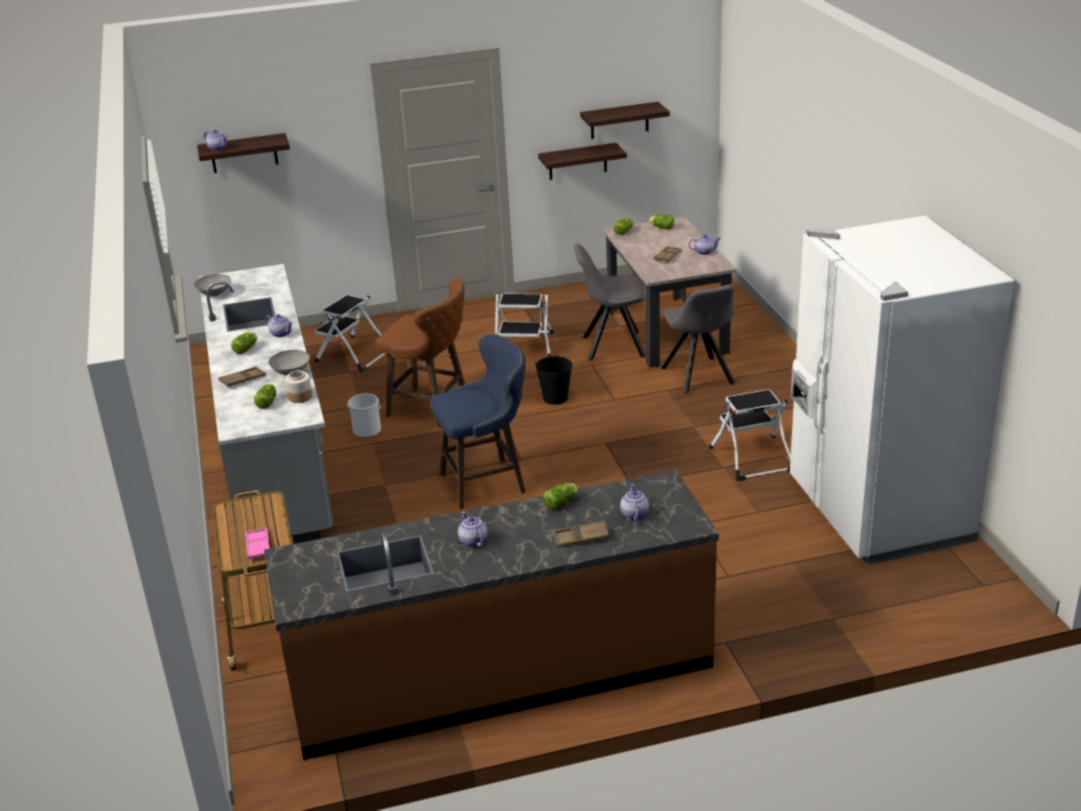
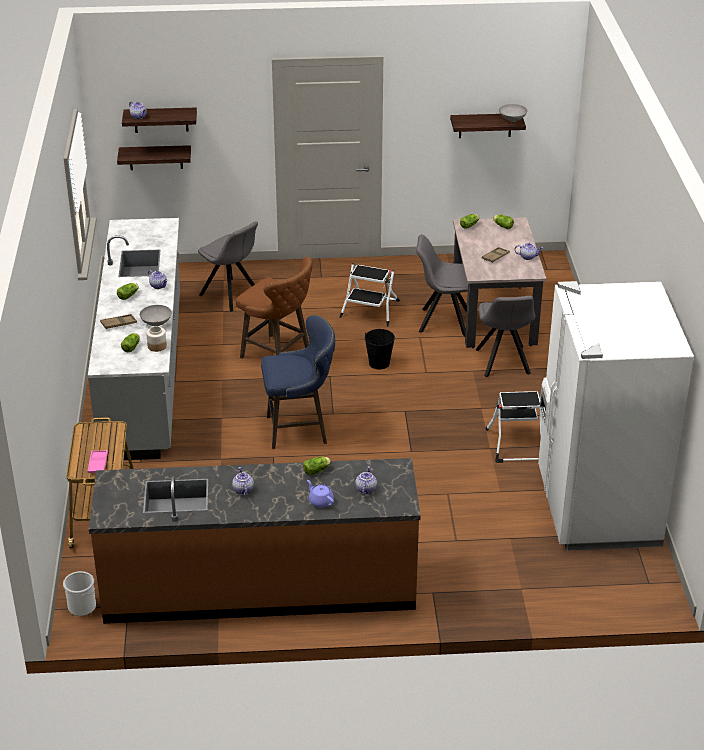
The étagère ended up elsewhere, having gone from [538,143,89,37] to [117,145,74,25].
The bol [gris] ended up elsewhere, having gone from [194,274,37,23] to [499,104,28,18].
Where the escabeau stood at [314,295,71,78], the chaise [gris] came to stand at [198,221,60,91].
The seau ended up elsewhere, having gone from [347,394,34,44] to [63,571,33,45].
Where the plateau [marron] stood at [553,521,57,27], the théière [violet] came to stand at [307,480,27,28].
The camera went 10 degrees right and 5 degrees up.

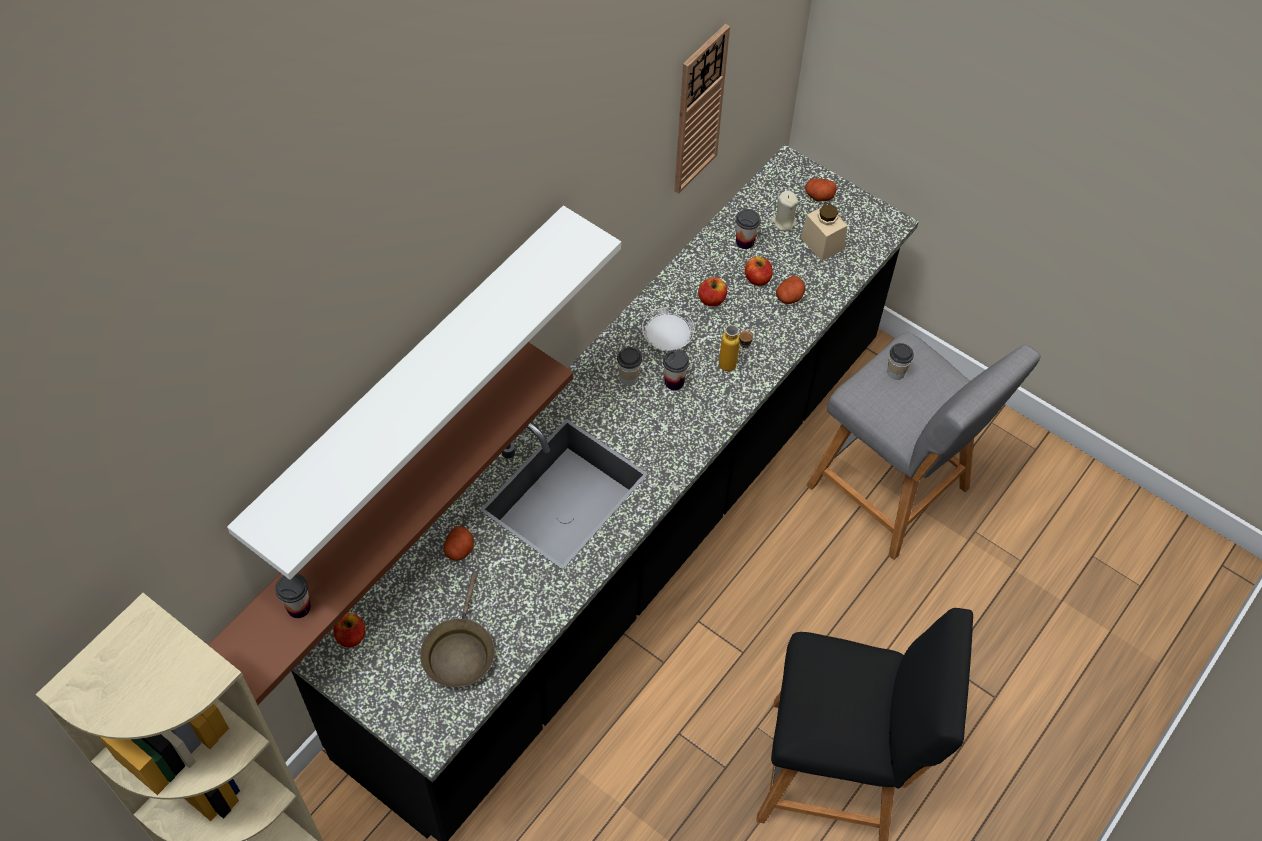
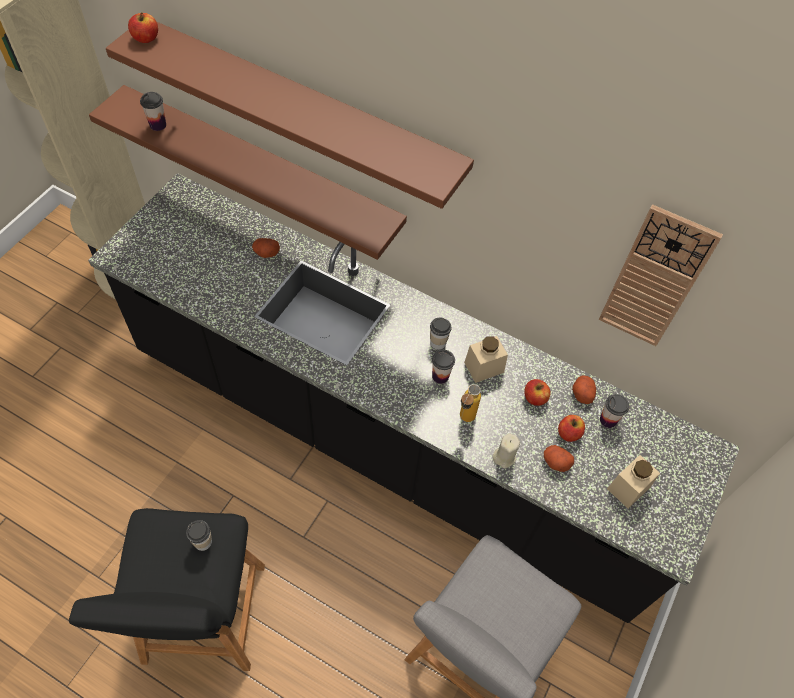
The pomme de terre ended up elsewhere, having gone from [805,178,32,23] to [572,375,24,29].
The bougie [beige] ended up elsewhere, having gone from [771,190,27,41] to [493,433,27,36].
What was the étagère [blanc] at [227,206,394,374] turned into the étagère [marron] at [106,21,368,188].
Where the assiette [blanc] stood at [642,307,53,44], the bocal [beige] came to stand at [464,336,44,47].
The tasse ended up elsewhere, having gone from [887,343,27,37] to [186,520,26,31].
The second view lost the poêle [marron] at [420,573,75,114].
The pomme ended up elsewhere, having gone from [333,613,32,34] to [128,12,30,31].
The camera went 80 degrees right and 0 degrees up.

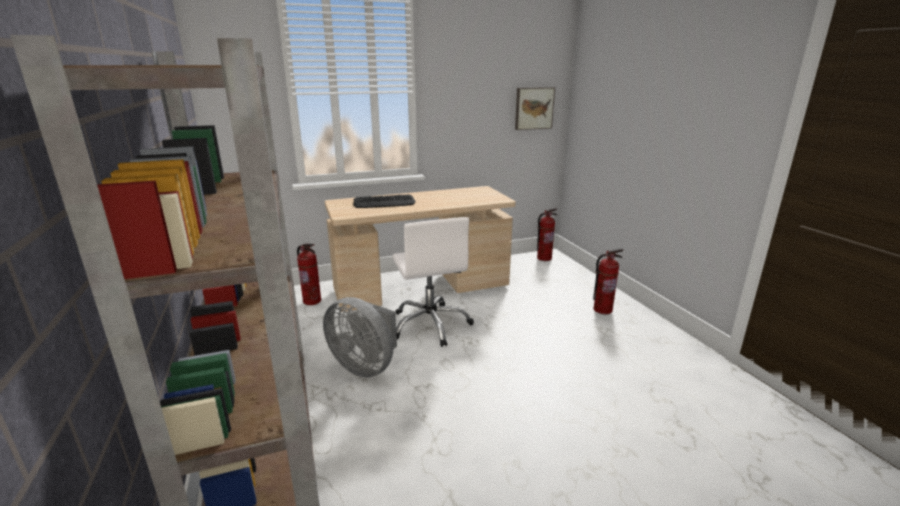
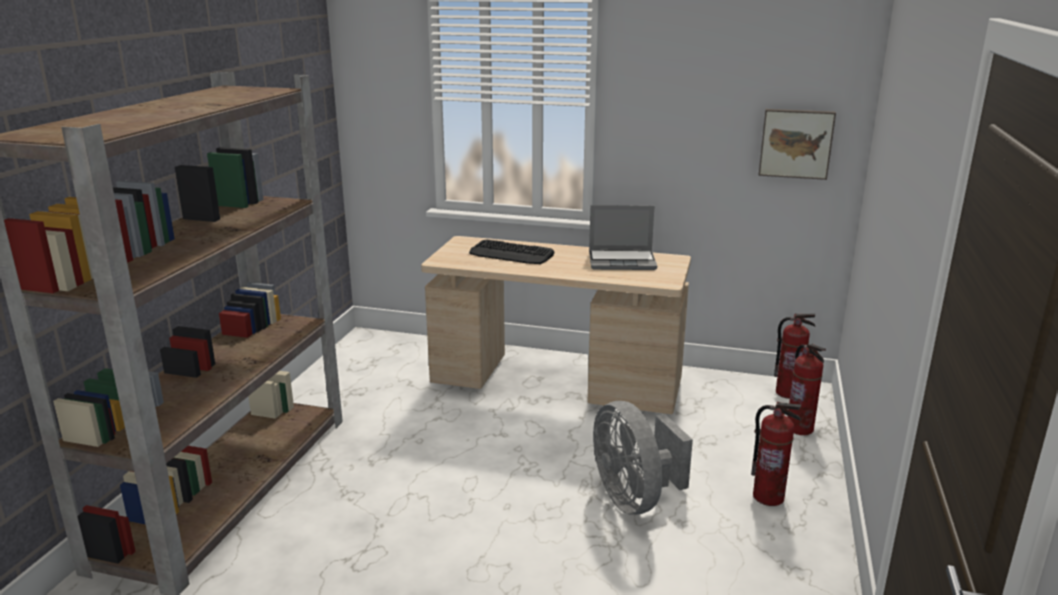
The second view lost the chaise de bureau [blanc] at [392,217,82,130].
The extincteur ended up elsewhere, having gone from [297,243,24,62] to [787,344,39,91].
The ventilateur [gris] ended up elsewhere, having gone from [323,297,74,81] to [593,401,100,114].
The second view gained the ordinateur portable at [589,205,68,65].
The camera went 35 degrees right and 0 degrees up.

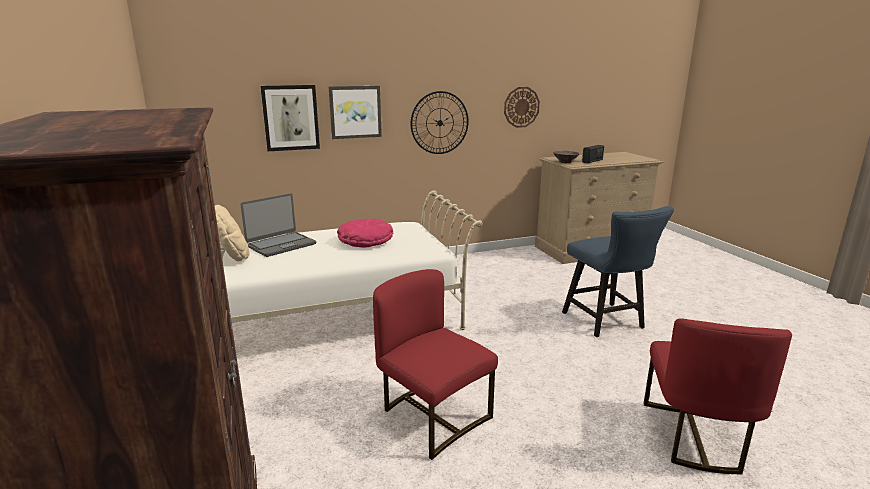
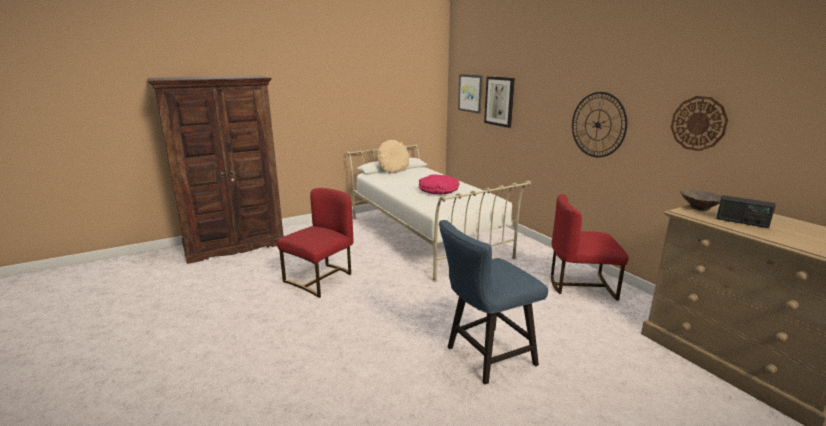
The tableau ended up elsewhere, having gone from [329,86,53,53] to [458,74,25,40].
The second view lost the ordinateur portable at [241,193,75,64].
The chaise [rouge] ended up elsewhere, having gone from [643,318,149,156] to [551,194,78,107].
The camera went 80 degrees right and 0 degrees up.

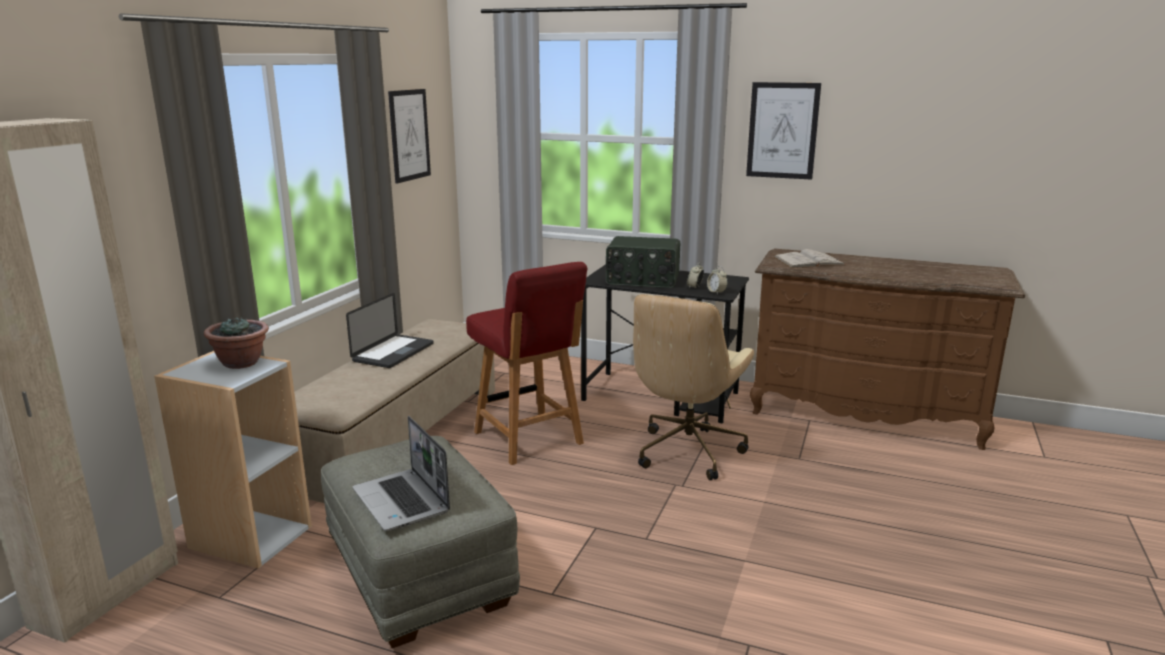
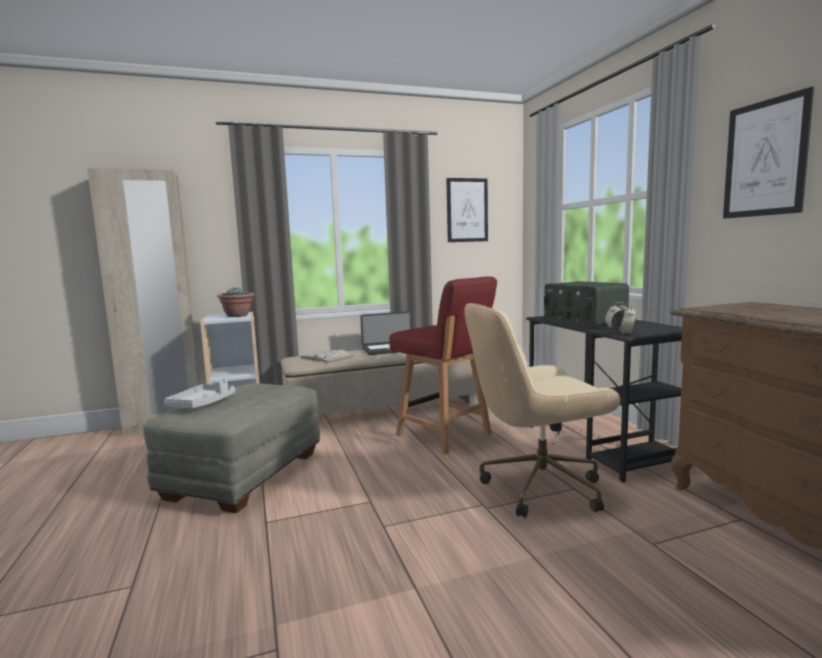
The livre [blanc] ended up elsewhere, having gone from [774,249,72,19] to [300,349,54,14].
The chaise [rouge] at [466,262,121,203] ended up facing another way, 60 degrees counterclockwise from before.
Where the ordinateur portable stood at [352,416,98,115], the plateau [gris] came to stand at [164,379,71,29].
The camera went 50 degrees right and 10 degrees down.

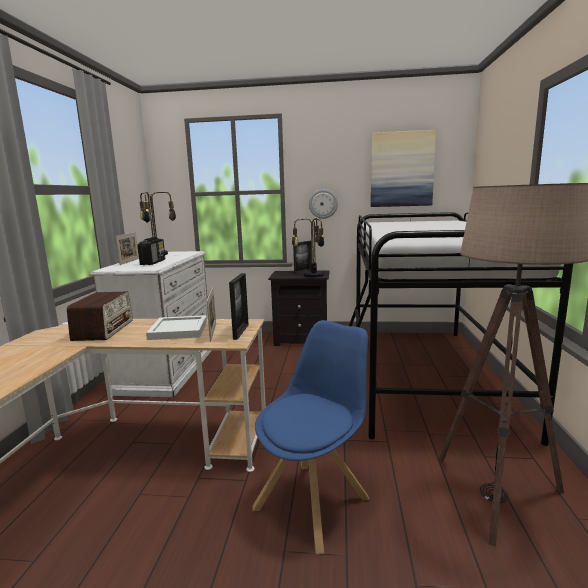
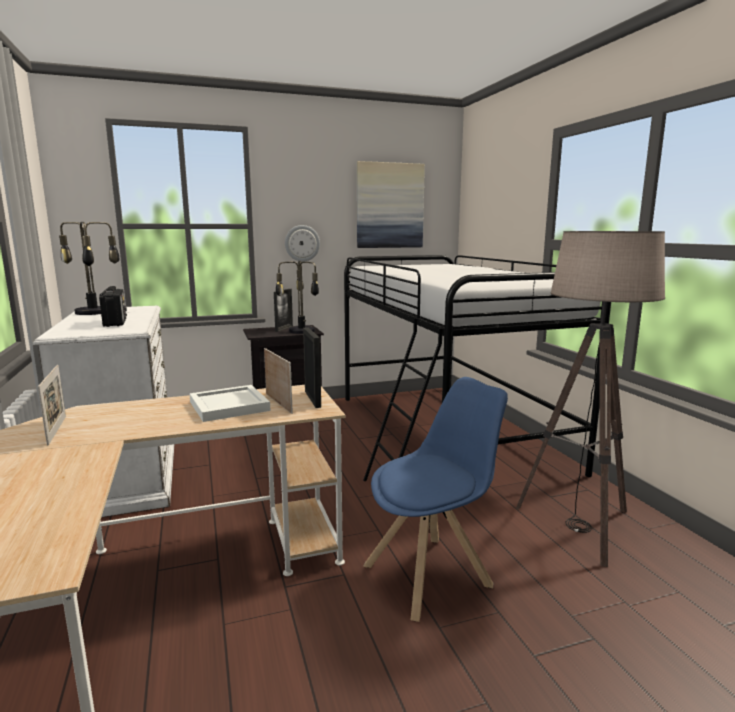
The cadre photo ended up elsewhere, having gone from [116,232,23,33] to [38,365,28,81].
The second view lost the radio at [67,292,66,49].
The chaise [bleu] at [252,320,117,234] ended up facing another way, 45 degrees clockwise from before.
The camera went 25 degrees left and 0 degrees up.

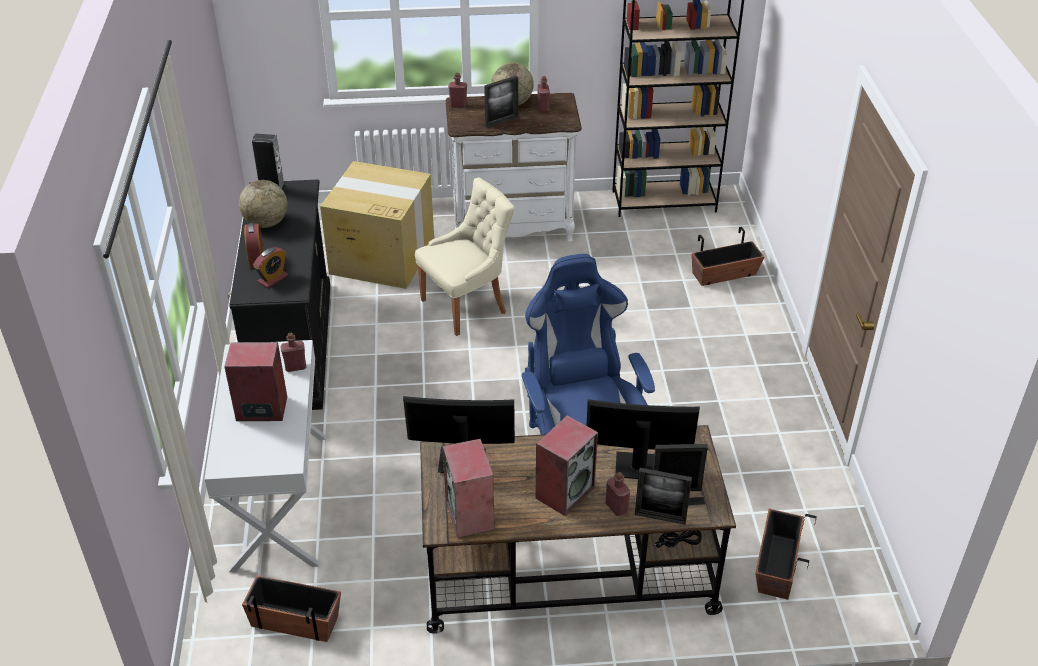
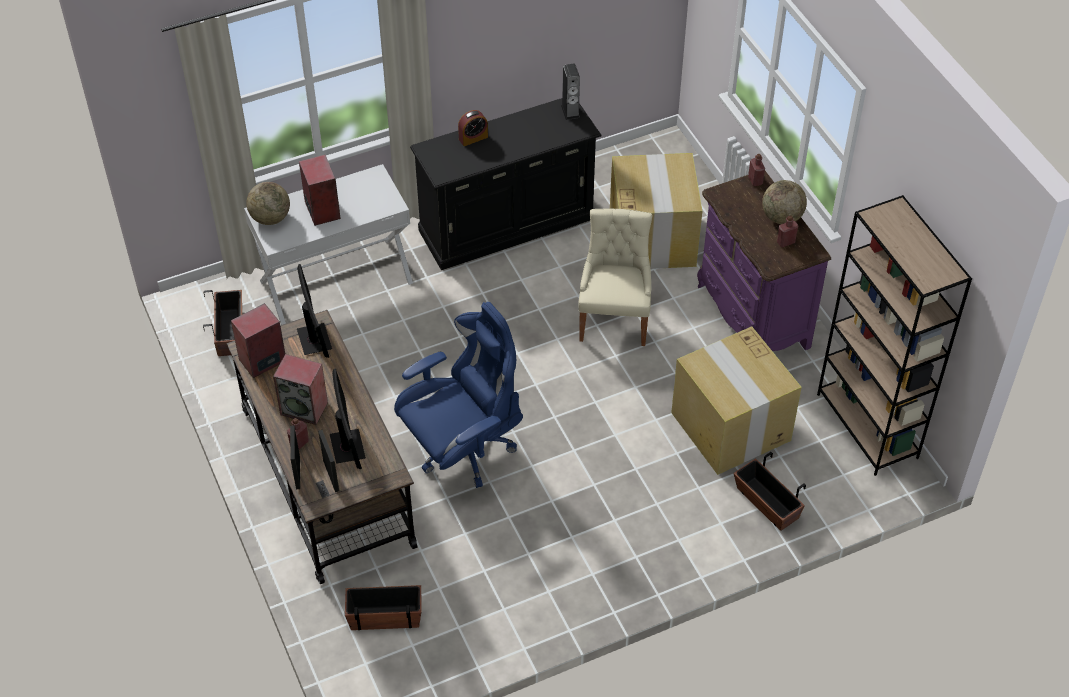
The second view lost the cadre photo at [484,76,34,52].
What was the commode [blanc] at [446,92,136,150] turned into the commode [violet] at [697,171,134,180].
The chaise [beige] at [415,177,99,159] ended up facing another way, 120 degrees counterclockwise from before.
The globe ended up elsewhere, having gone from [239,180,49,48] to [246,182,44,43].
The second view lost the réveil at [253,247,35,41].
The second view lost the bouteille [rouge] at [280,333,26,39].
The second view gained the carton at [671,326,131,149].
The camera went 70 degrees right and 10 degrees up.

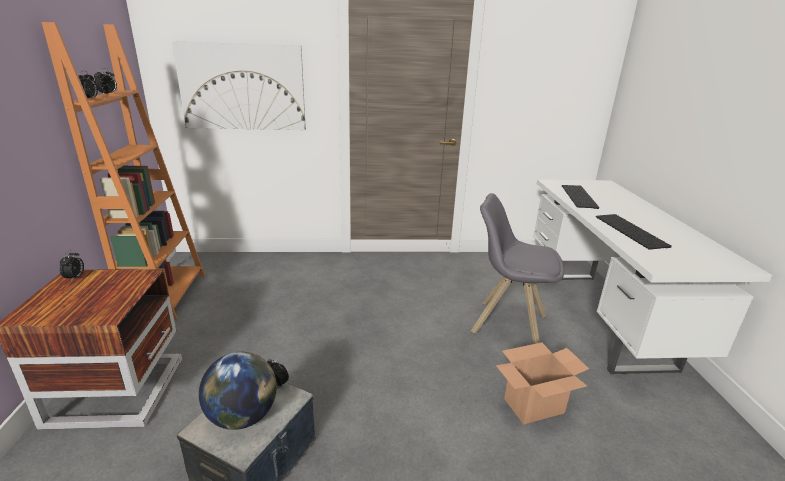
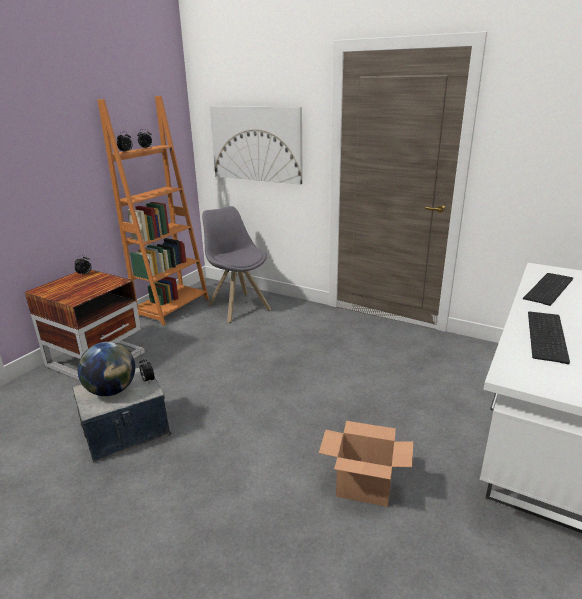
The chaise [gris] ended up elsewhere, having gone from [471,193,93,151] to [202,206,69,117].
The camera went 35 degrees right and 0 degrees up.

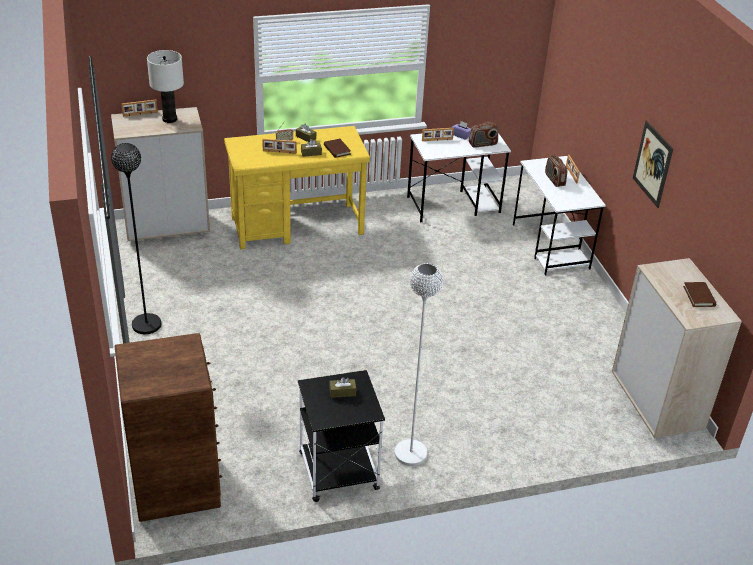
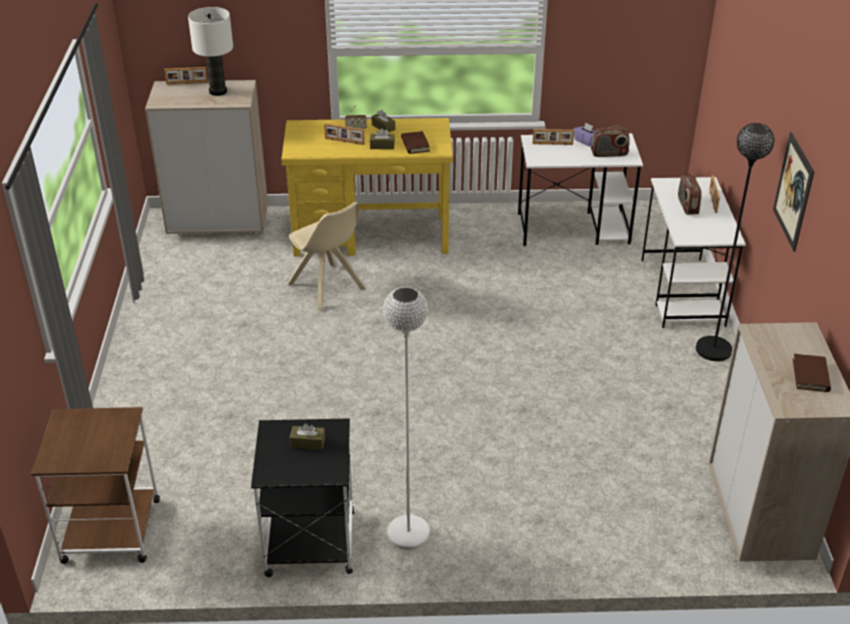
The lampadaire [noir] ended up elsewhere, having gone from [111,143,50,191] to [696,123,78,238].
Where the commode [marron] stood at [115,333,107,189], the chariot [marron] came to stand at [31,407,129,157].
The second view gained the chaise [beige] at [288,202,78,109].
The camera went 15 degrees right and 0 degrees up.

